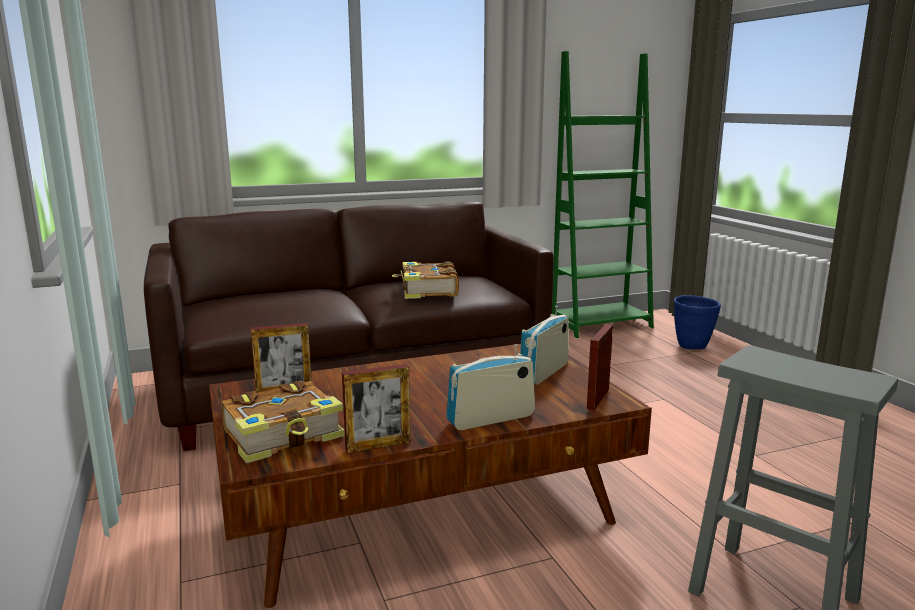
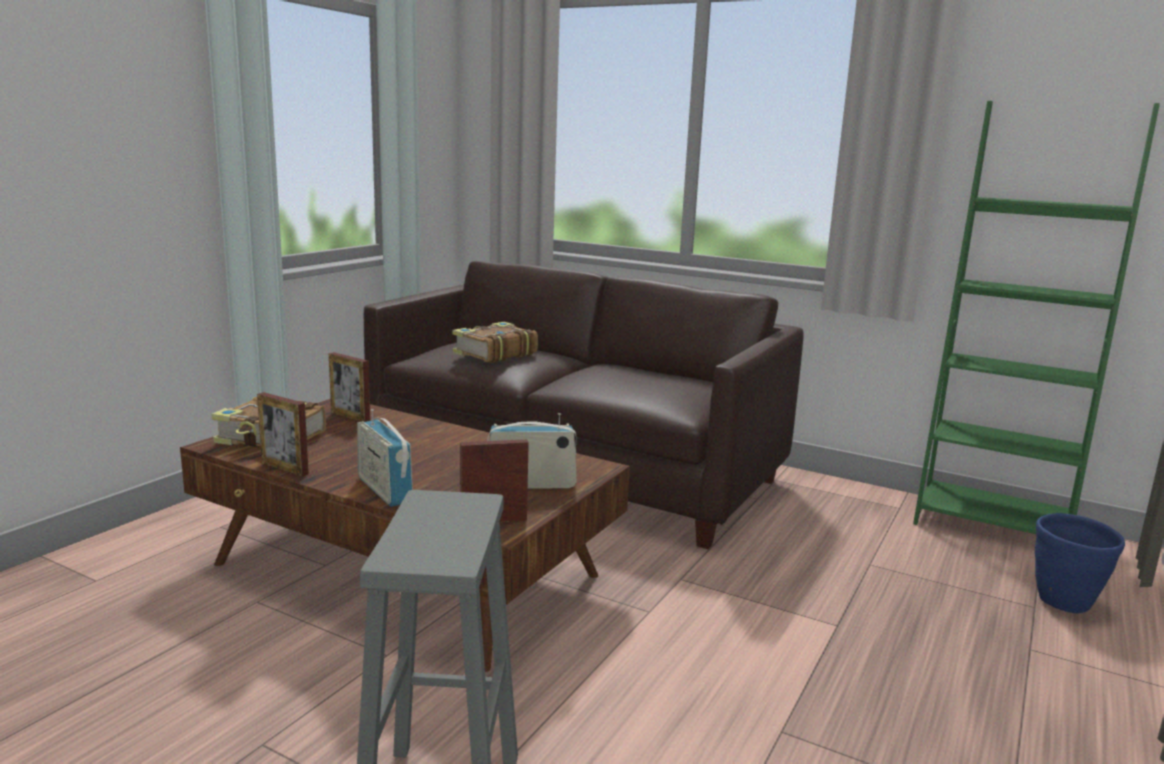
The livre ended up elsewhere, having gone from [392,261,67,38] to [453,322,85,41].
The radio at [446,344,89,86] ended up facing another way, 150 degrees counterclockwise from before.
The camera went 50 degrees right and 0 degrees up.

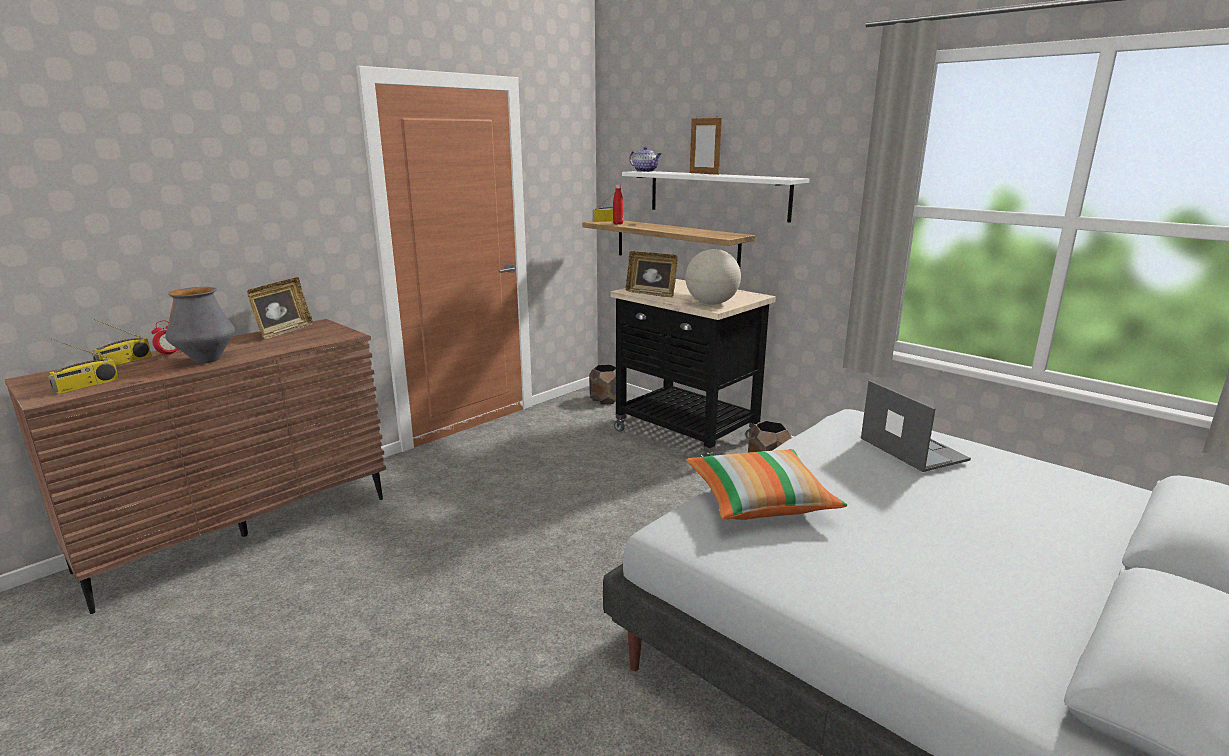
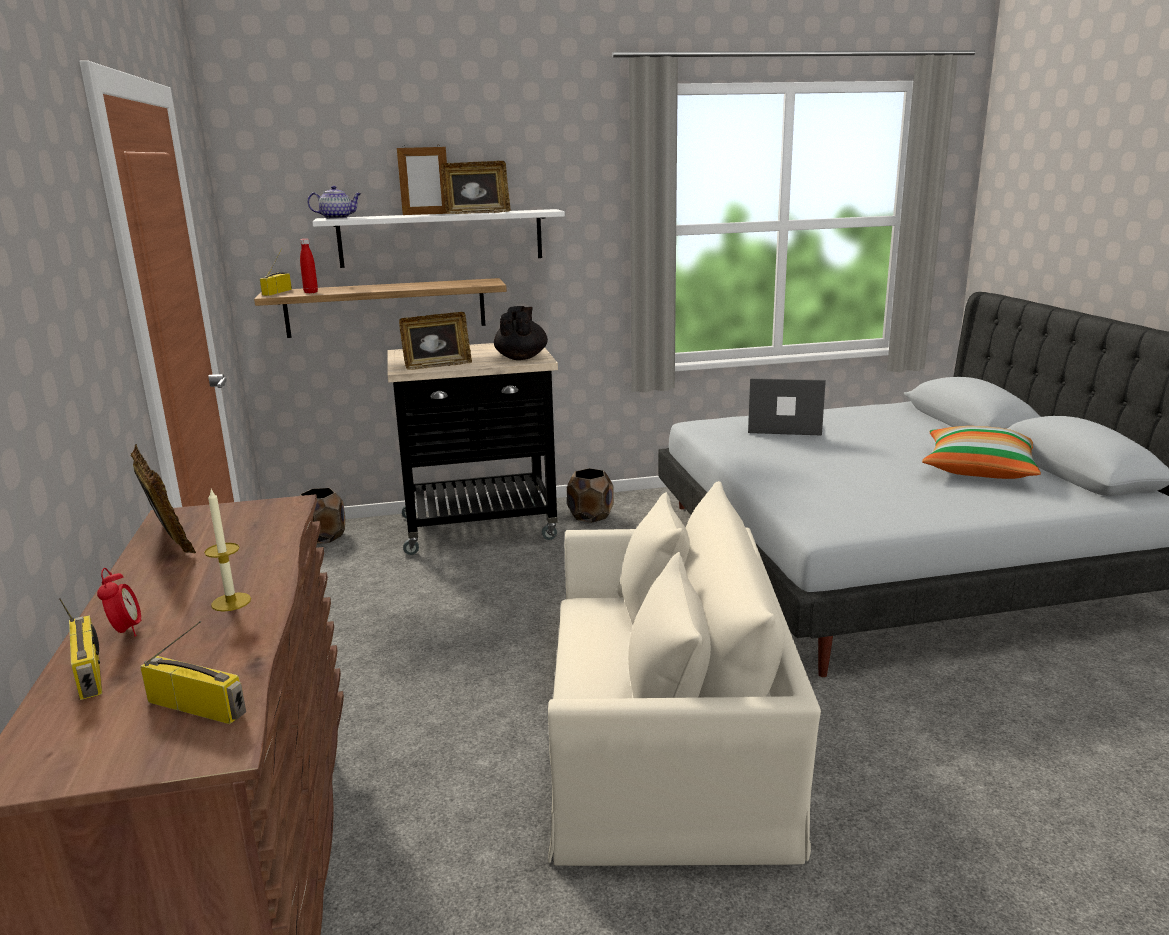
Where the globe stood at [685,249,56,56], the théière [noir] came to stand at [494,306,54,54].
Where the vase stood at [165,287,70,76], the bougie came to stand at [204,489,47,123].
The radio at [48,339,71,55] ended up facing another way, 45 degrees counterclockwise from before.
The coussin ended up elsewhere, having gone from [686,449,161,71] to [922,426,119,53].
The second view gained the cadre photo at [441,161,70,53].
The second view gained the fauteuil [beige] at [548,481,273,385].
The camera went 55 degrees left and 0 degrees up.

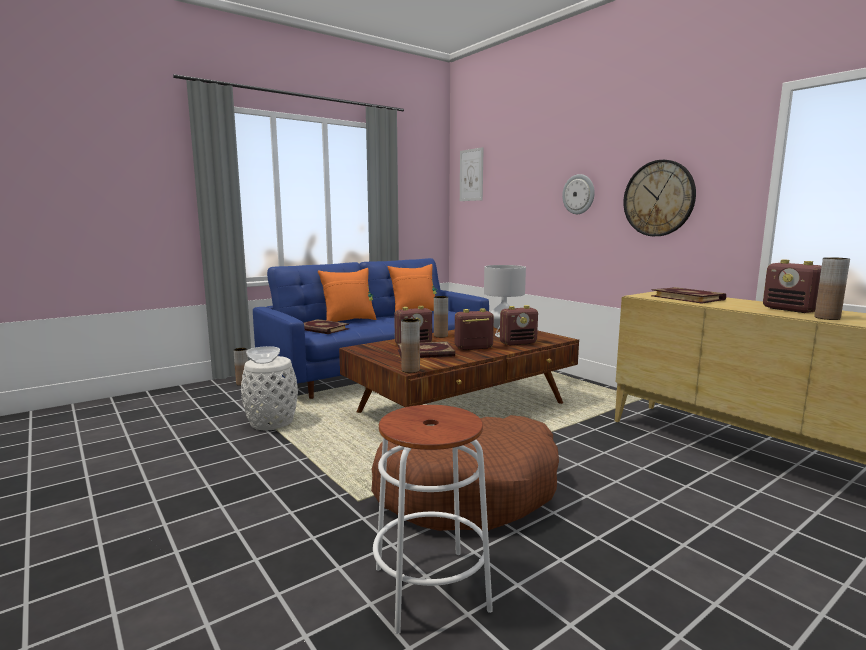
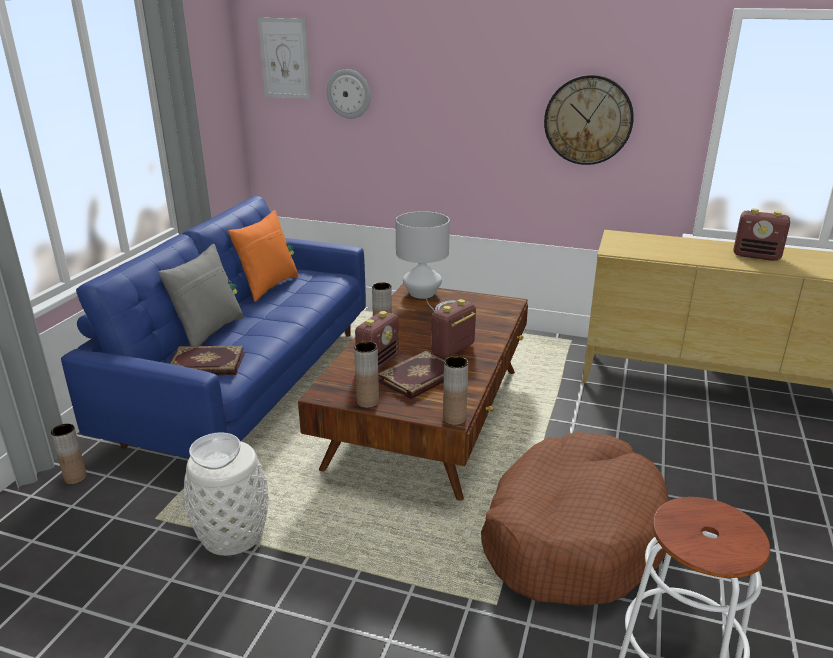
The horloge murale ended up elsewhere, having gone from [562,174,33,40] to [327,69,44,50].
The vase [marron] ended up elsewhere, having gone from [814,257,36,63] to [354,341,25,67].
What was the coussin [orange] at [318,268,59,54] turned into the coussin [gris] at [158,244,86,102].
The second view lost the livre at [652,287,74,17].
The second view lost the radio at [500,305,38,41].
The camera went 35 degrees left and 15 degrees up.

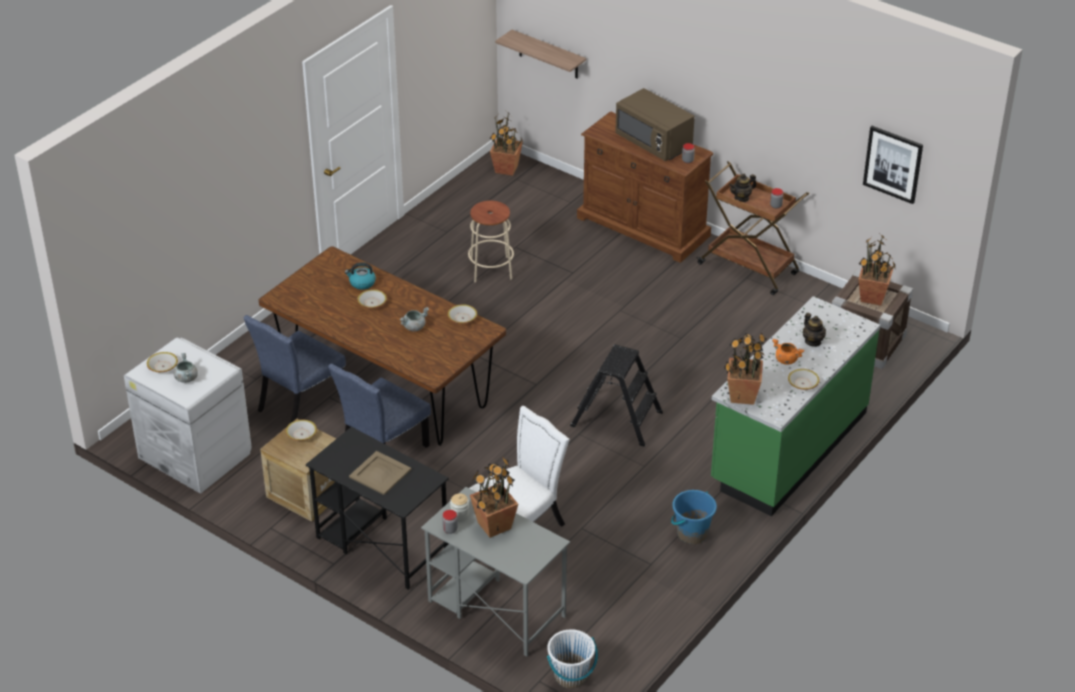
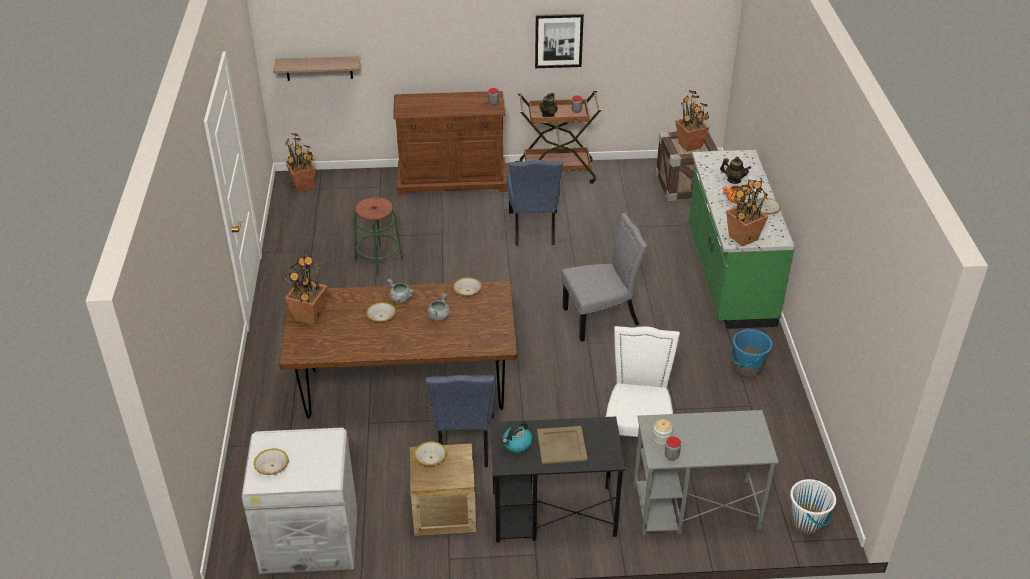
The second view lost the micro-ondes [marron] at [615,88,80,73].
The tableau ended up elsewhere, having gone from [863,126,60,78] to [535,14,49,54].
What was the tabouret [beige] at [468,201,46,81] turned into the tabouret [vert] at [354,197,49,79].
The bouilloire ended up elsewhere, having gone from [345,262,31,28] to [503,421,30,32].
The chaise [bleu] ended up elsewhere, having gone from [244,315,102,107] to [507,160,56,86].
Where the escabeau [noir] stood at [570,344,93,103], the chaise [gris] came to stand at [561,213,87,129].
The marmite [gris] ended up elsewhere, having gone from [174,353,24,30] to [387,279,27,24].
The plante en pot ended up elsewhere, having gone from [470,456,48,82] to [283,251,44,74].
The camera went 40 degrees left and 0 degrees up.

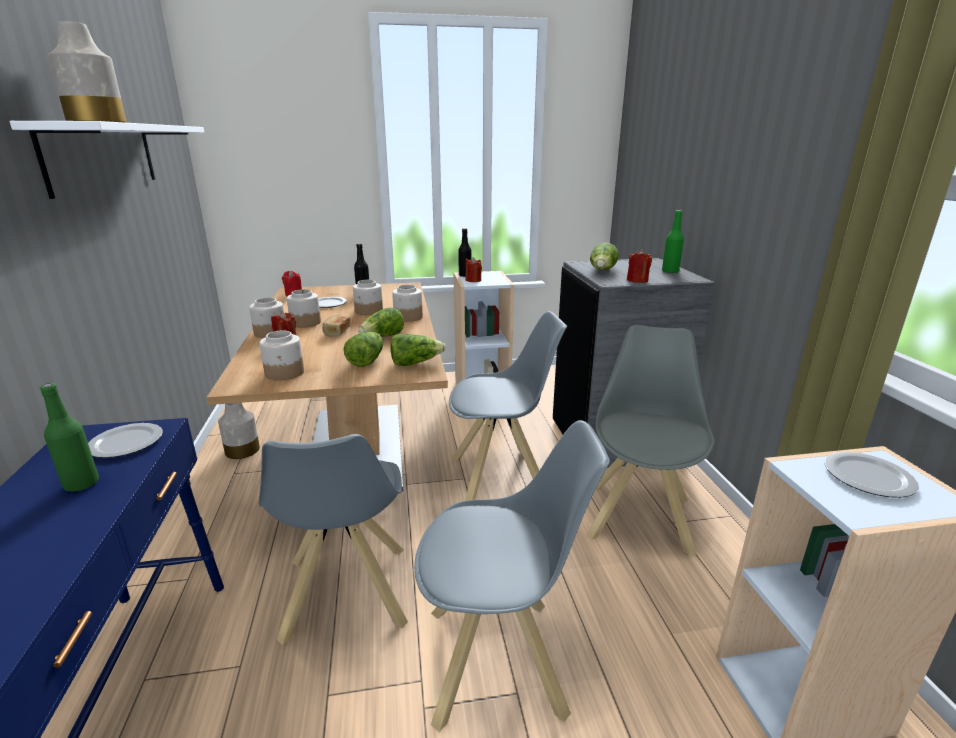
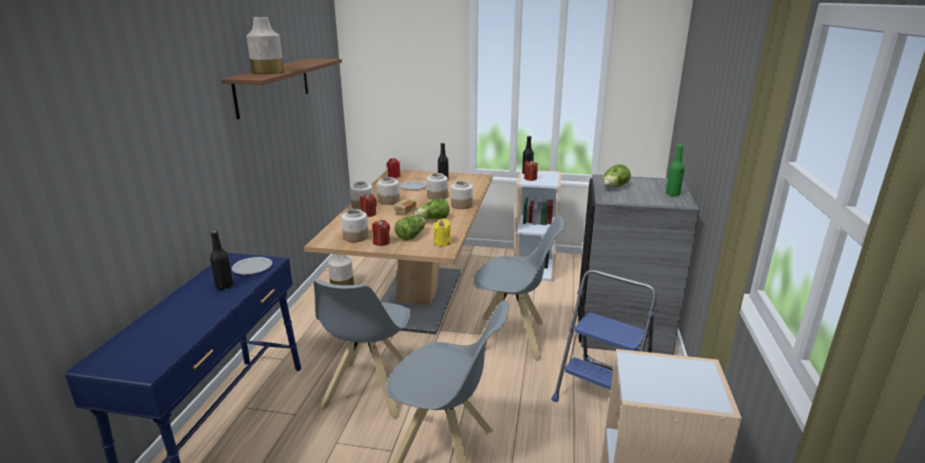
What was the étagère [blanc] at [10,121,194,78] turned into the étagère [marron] at [221,58,121,61].
The bougie [rouge] ended up elsewhere, having gone from [627,249,25,34] to [372,220,18,26].
Where the chaise [gris] stood at [586,325,129,231], the escabeau [bleu] came to stand at [551,270,106,132].
Where the laitue stood at [390,334,56,32], the bougie [jaune] came to stand at [433,218,18,28].
What was the bouteille [vert] at [40,383,59,109] turned into the bouteille [noir] at [210,230,23,60].
The second view lost the assiette at [825,452,94,46].
The camera went 20 degrees right and 0 degrees up.

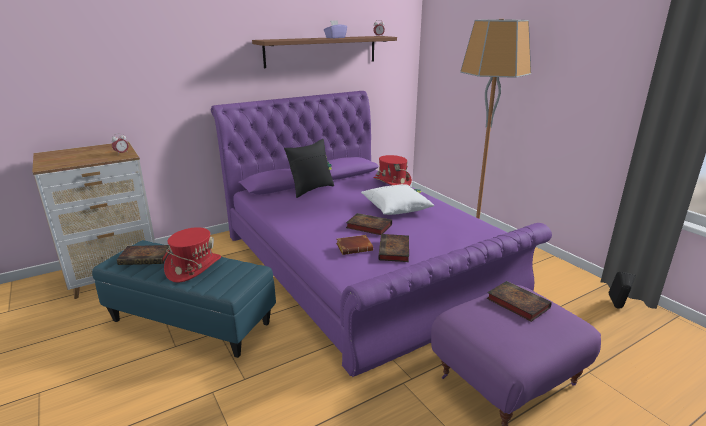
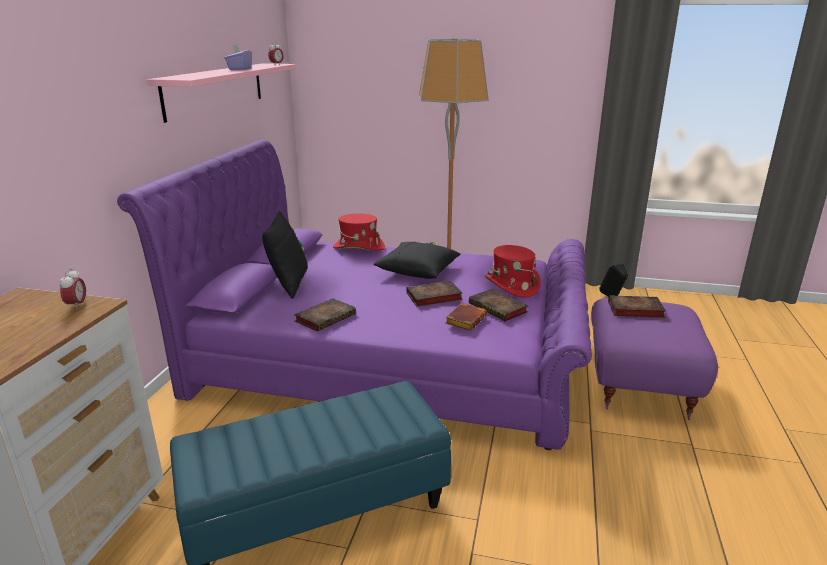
What was the étagère [marron] at [252,36,145,32] turned into the étagère [rose] at [147,63,149,60].
What was the coussin [blanc] at [361,184,73,31] turned into the coussin [noir] at [373,242,87,37].
The chapeau [rouge] ended up elsewhere, having gone from [164,227,57,56] to [484,245,57,53].
The livre ended up elsewhere, having gone from [117,245,54,20] to [294,298,62,33].
The camera went 45 degrees left and 0 degrees up.

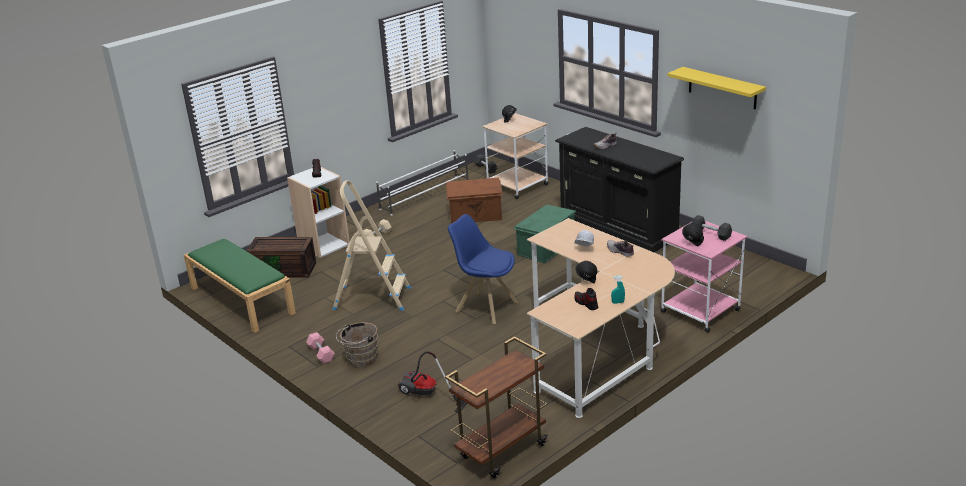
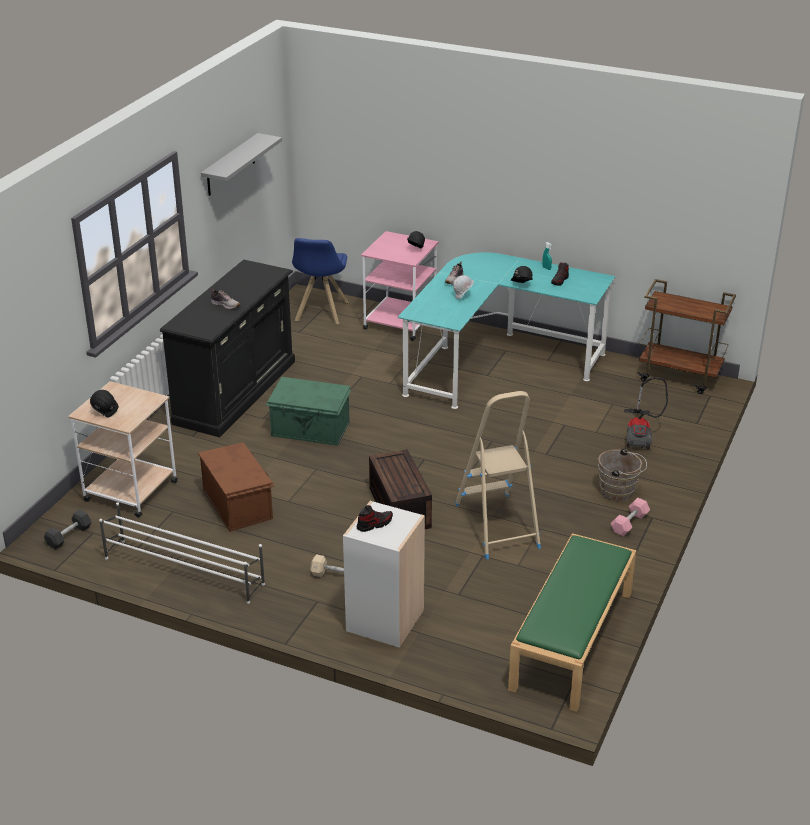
What was the étagère [jaune] at [667,67,99,42] turned into the étagère [gris] at [201,133,81,63].
The chaise [bleu] ended up elsewhere, having gone from [448,214,70,110] to [292,238,57,87].
The second view lost the haltère [noir] at [692,215,40,26].
What was the bureau [beige] at [527,218,148,200] turned into the bureau [turquoise] at [398,252,217,157].
The boîte de rangement [marron] ended up elsewhere, having gone from [246,237,70,40] to [369,449,63,80].
The camera went 115 degrees left and 5 degrees up.

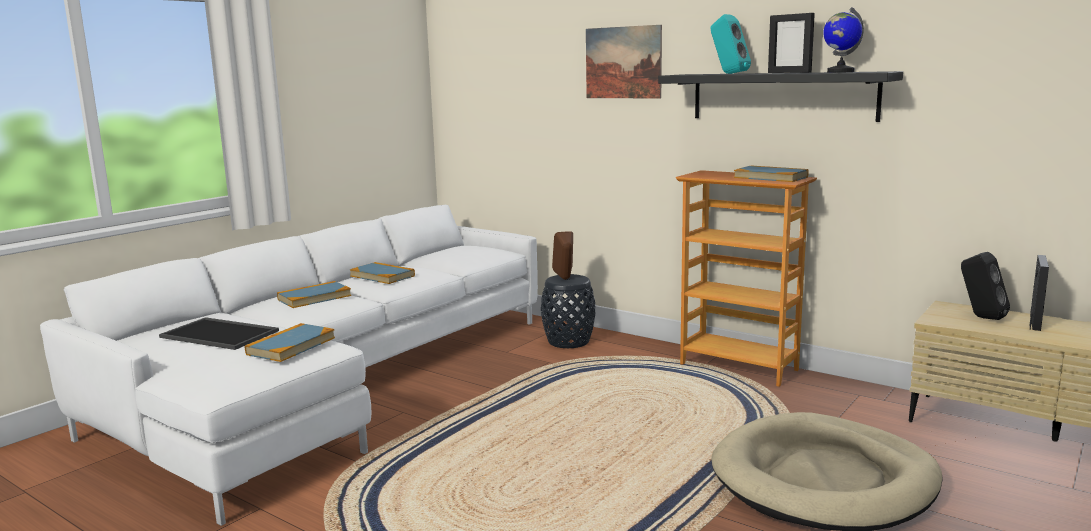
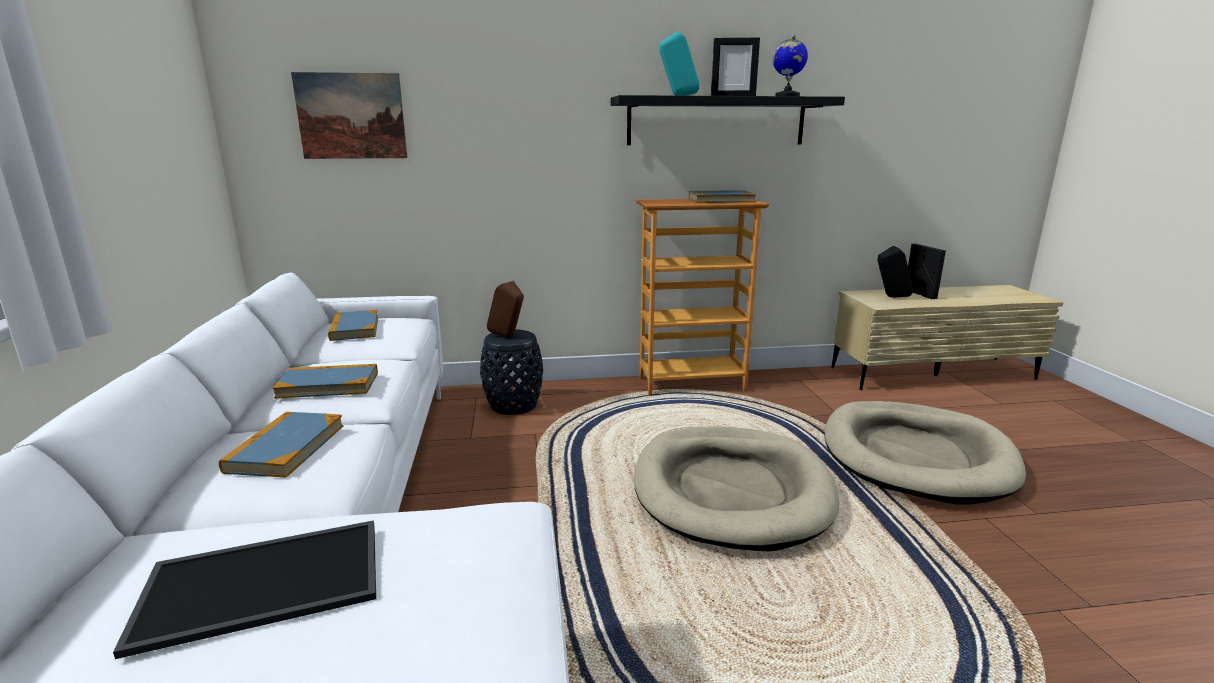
The tableau ended up elsewhere, having gone from [586,25,76,74] to [291,72,116,87].
The livre ended up elsewhere, having gone from [245,323,90,39] to [328,310,50,31].
The second view gained the panier pour chien [beige] at [634,426,206,125].
The camera went 45 degrees left and 5 degrees up.

